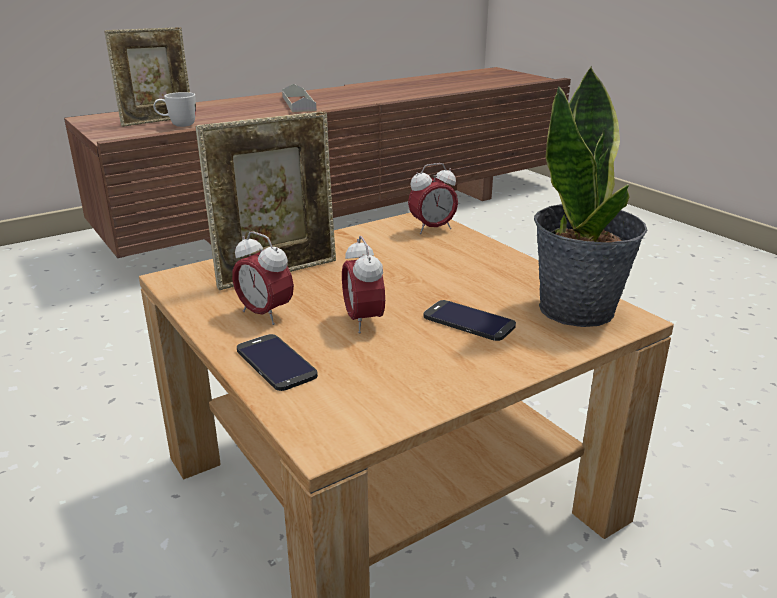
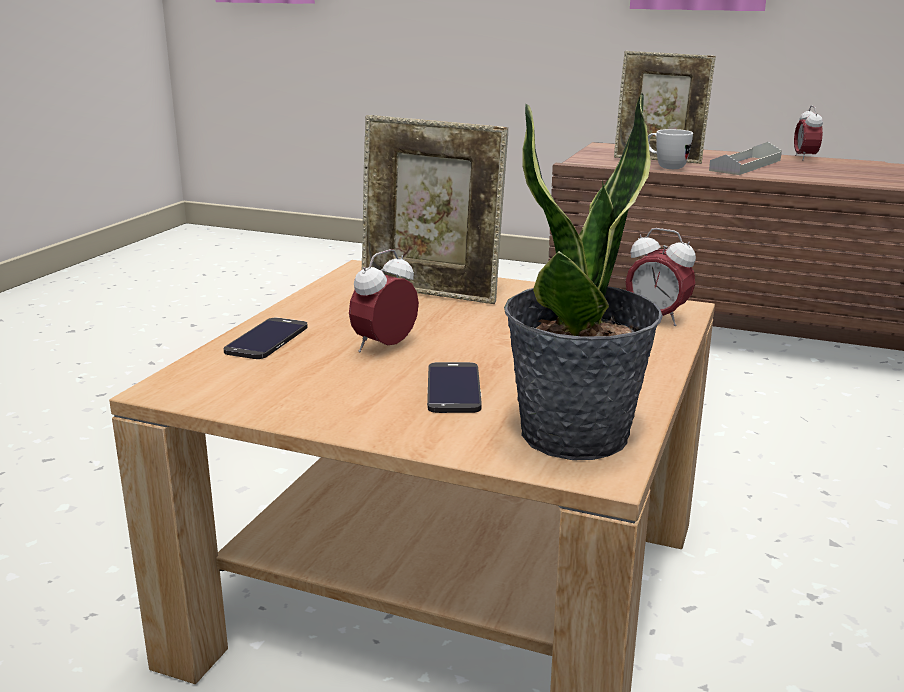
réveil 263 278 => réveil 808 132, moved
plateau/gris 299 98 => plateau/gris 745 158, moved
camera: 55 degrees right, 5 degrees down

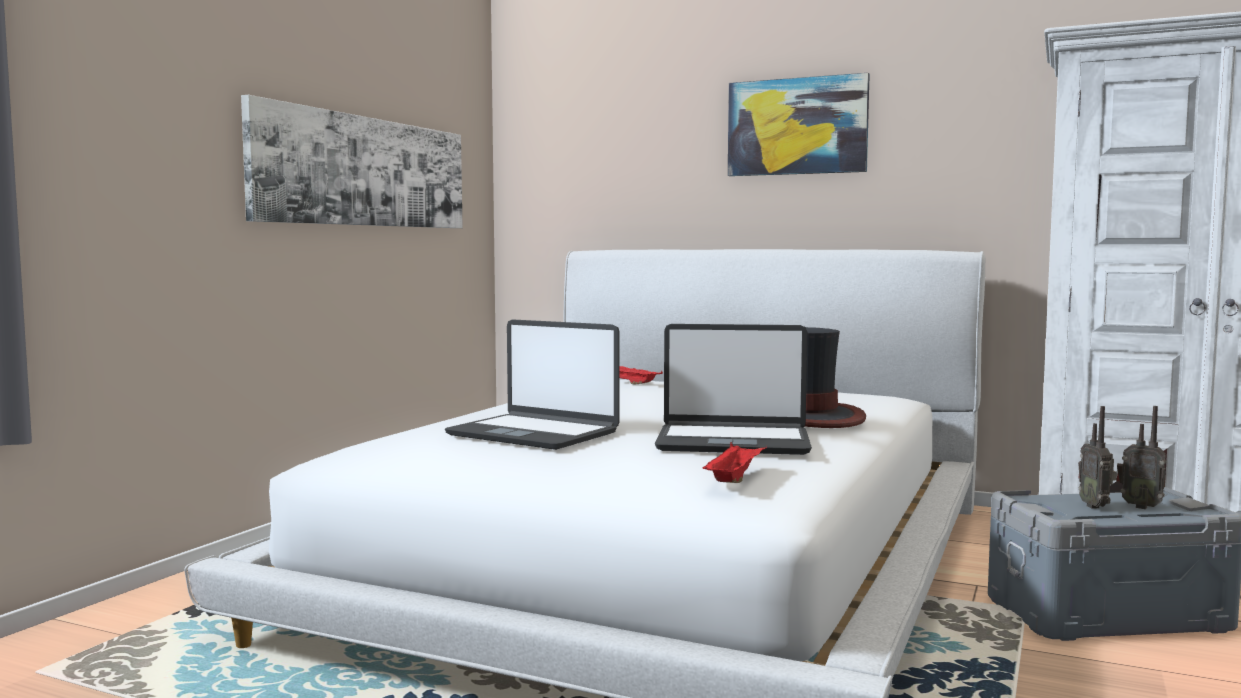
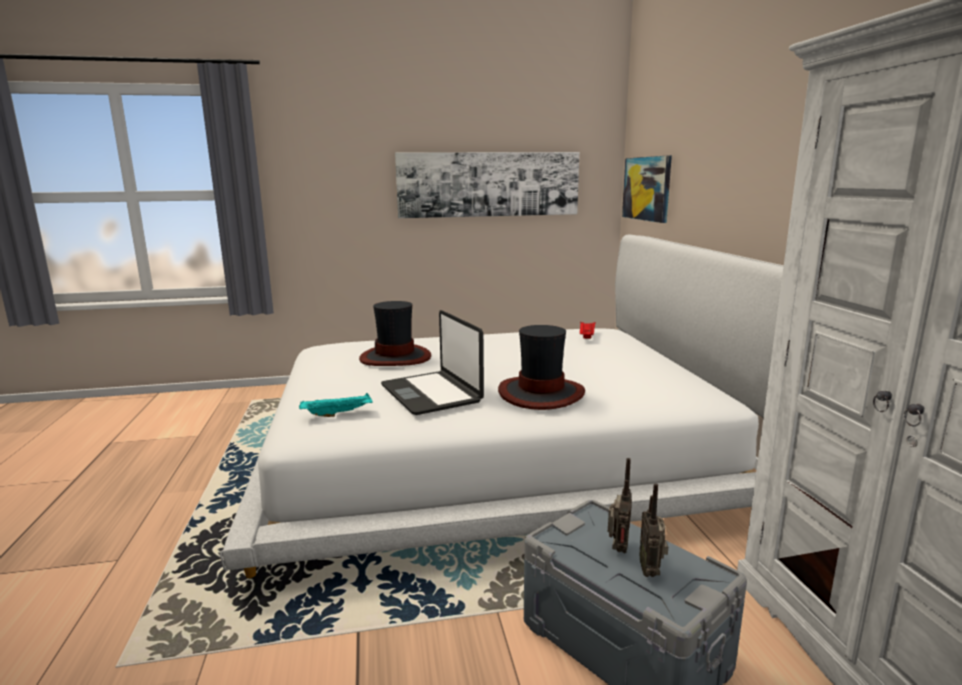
ordinateur portable 532 384 => chapeau 395 333
plateau/rouge 734 462 => plateau/turquoise 336 405
tableau 799 124 => tableau 647 189, moved
radio 1097 457 => radio 620 505, 150 degrees clockwise
camera: 55 degrees right, 10 degrees up

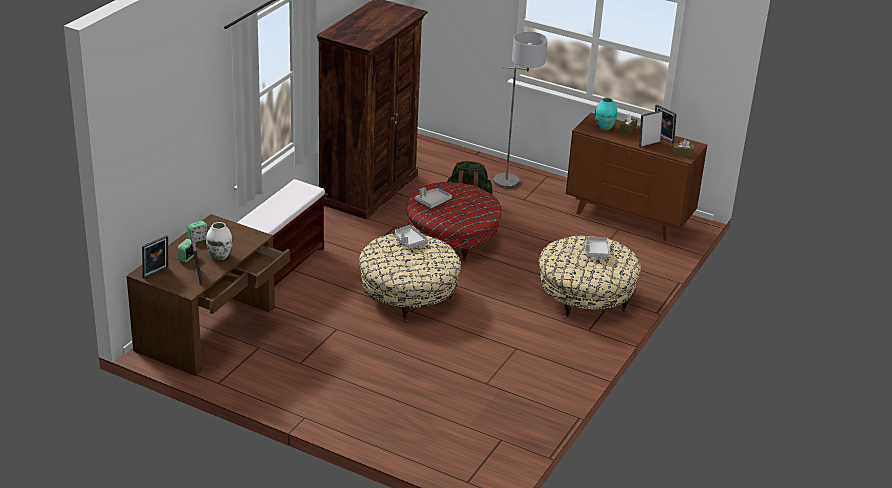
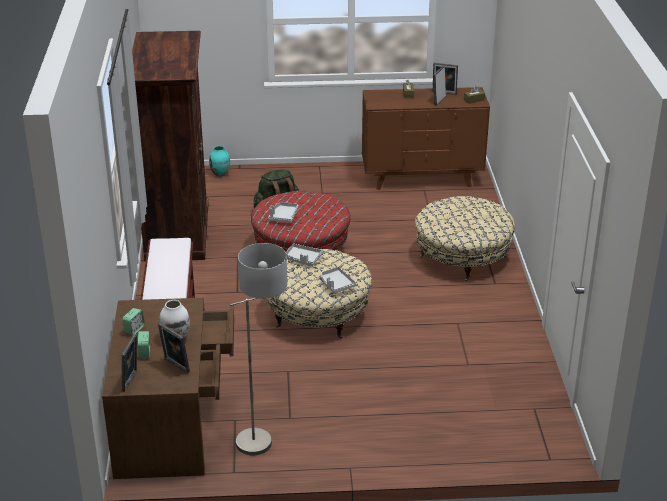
lampadaire/gris 520 110 => lampadaire/gris 258 349, moved
plateau/gris 597 247 => plateau/gris 339 280, moved
vase/turquoise 606 114 => vase/turquoise 219 161, moved
camera: 30 degrees left, 0 degrees up

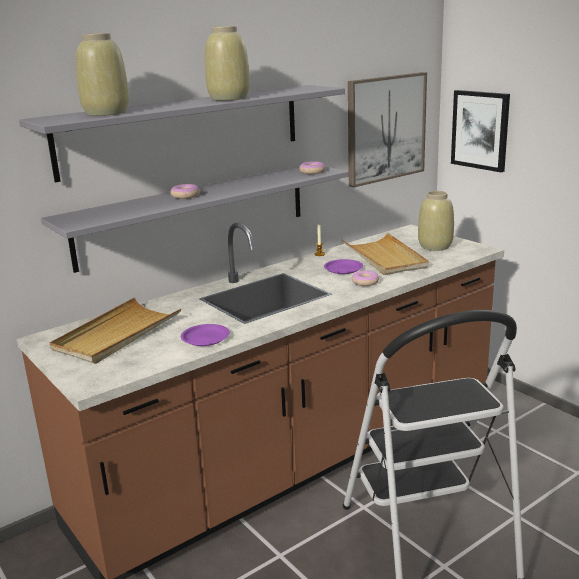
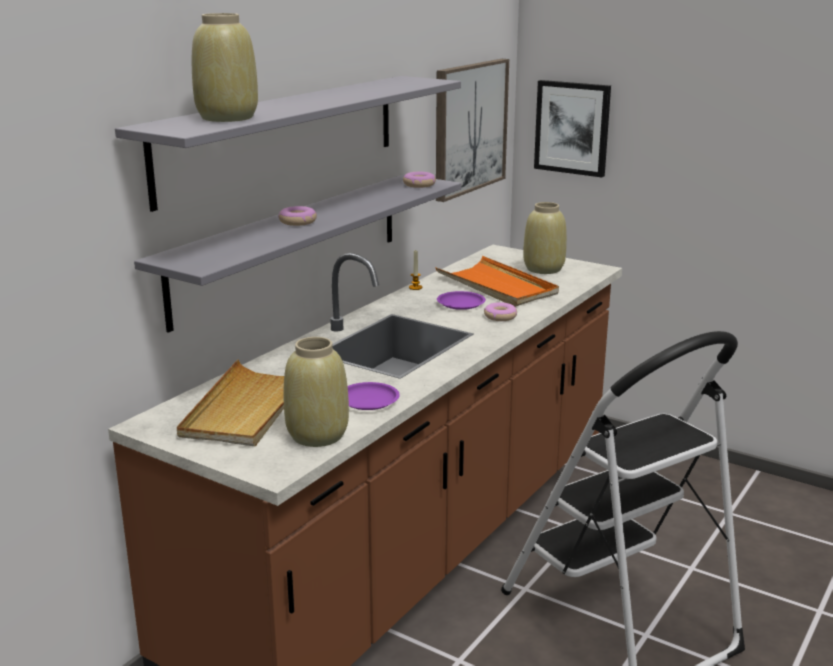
vase/beige 227 63 => vase/beige 316 392, moved
plateau/beige 385 254 => plateau/orange 497 281
camera: 20 degrees left, 0 degrees up

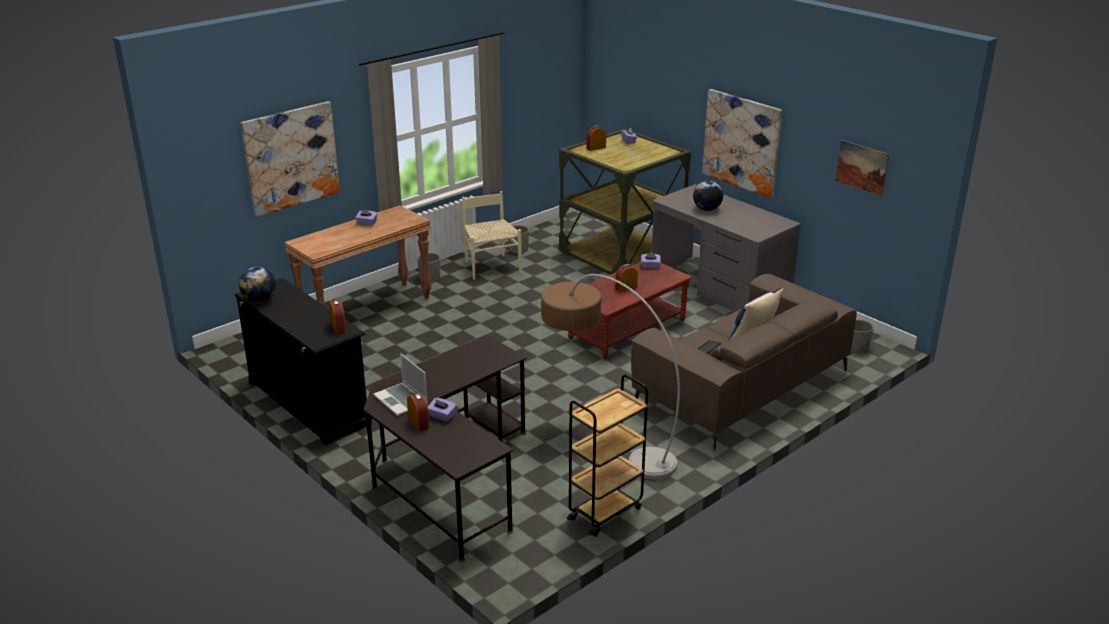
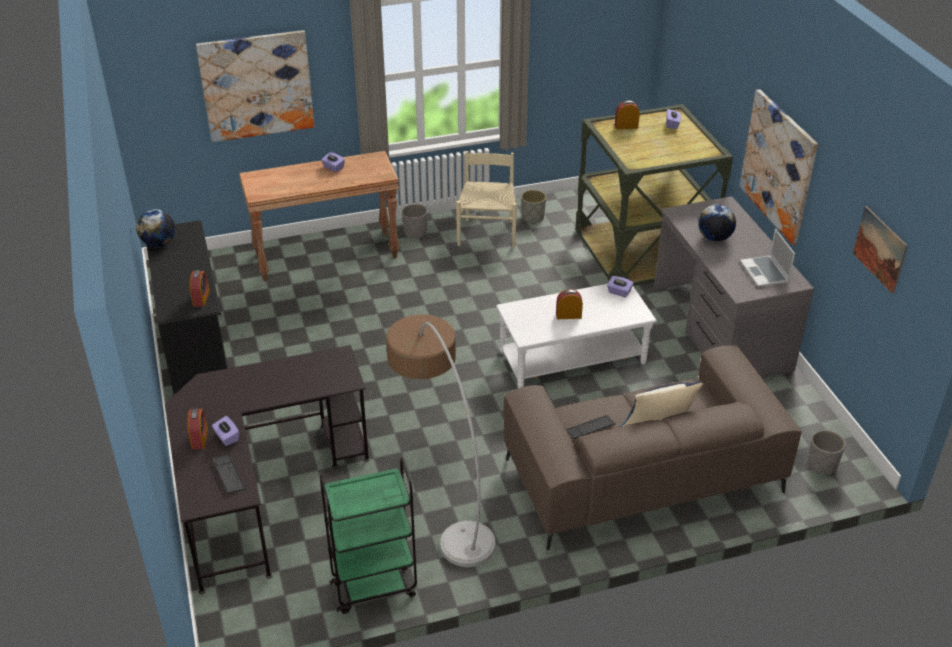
ordinateur portable 400 384 => ordinateur portable 767 258, moved
chariot/marron 607 456 => chariot/vert 368 536
table basse/marron 630 310 => table basse/blanc 576 336
nothing => clavier 228 474
camera: 25 degrees right, 10 degrees up

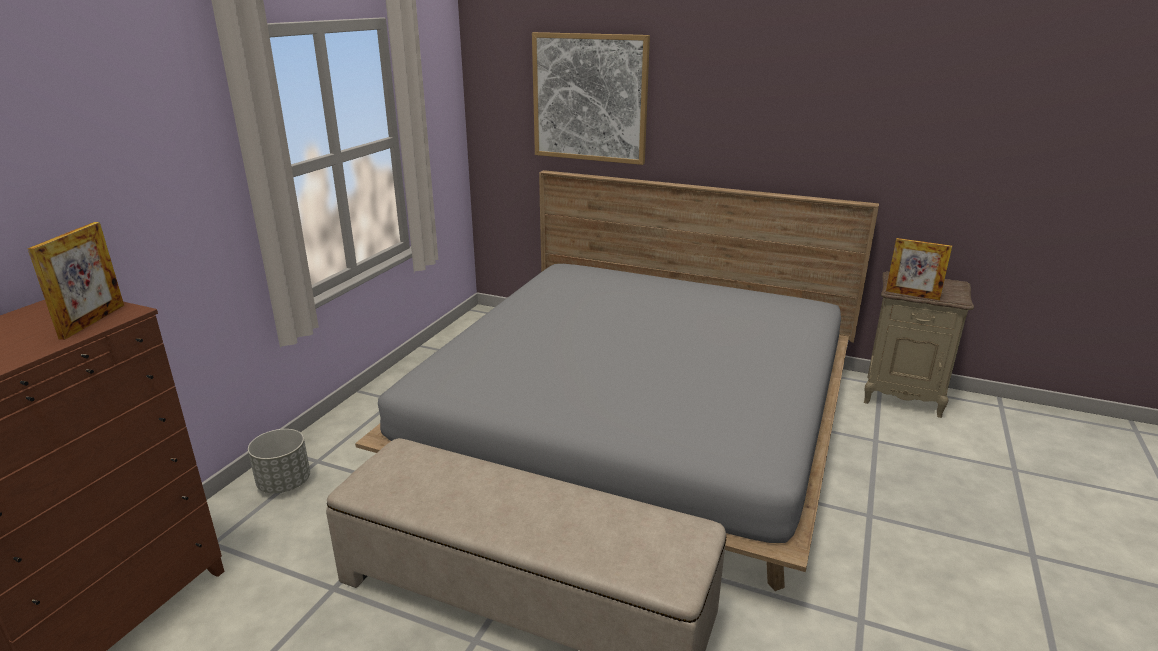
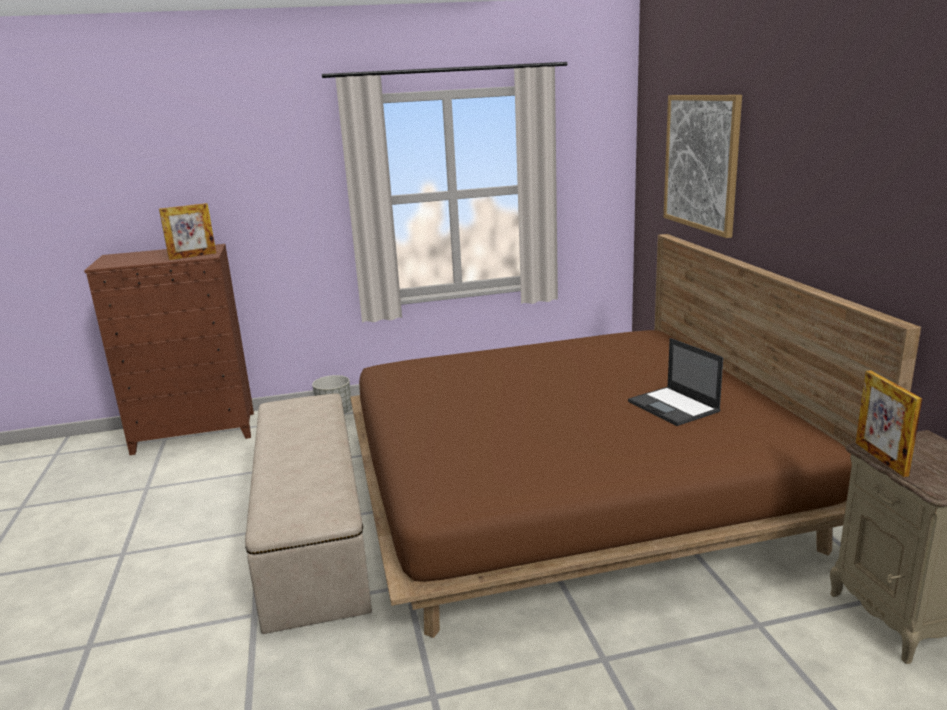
lit/gris 617 380 => lit/marron 635 436
nothing => ordinateur portable 675 382
camera: 55 degrees right, 5 degrees down

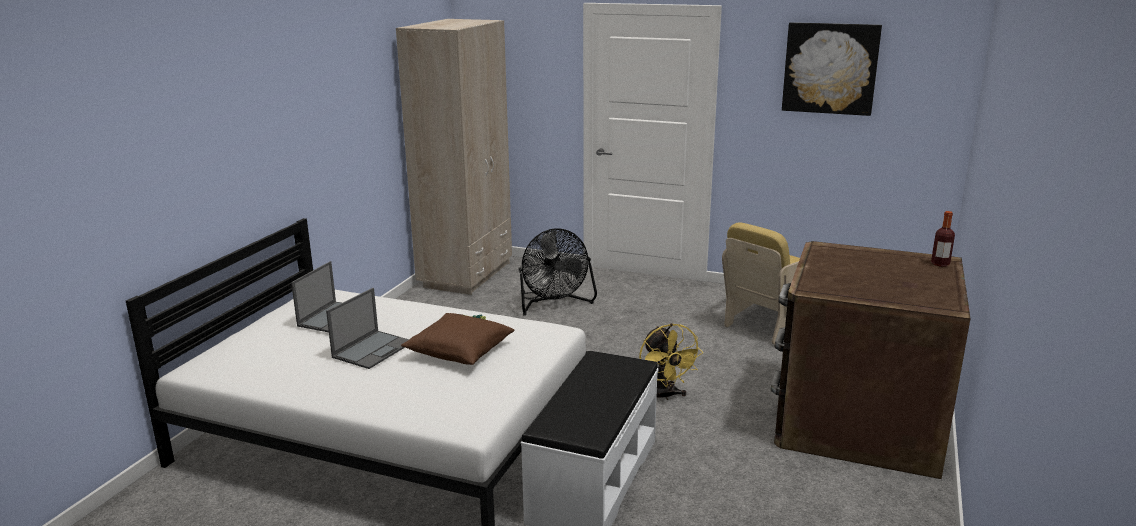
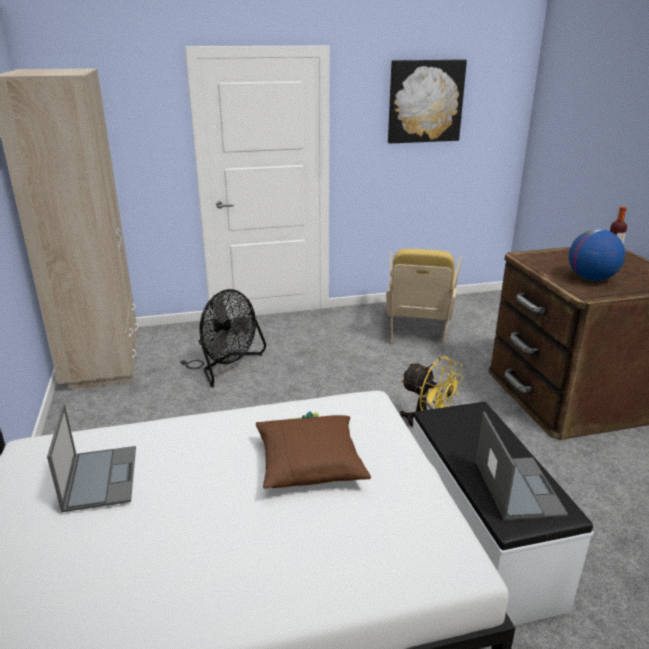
ordinateur portable 367 328 => ordinateur portable 522 466, moved
nothing => globe 597 255
camera: 35 degrees left, 5 degrees up

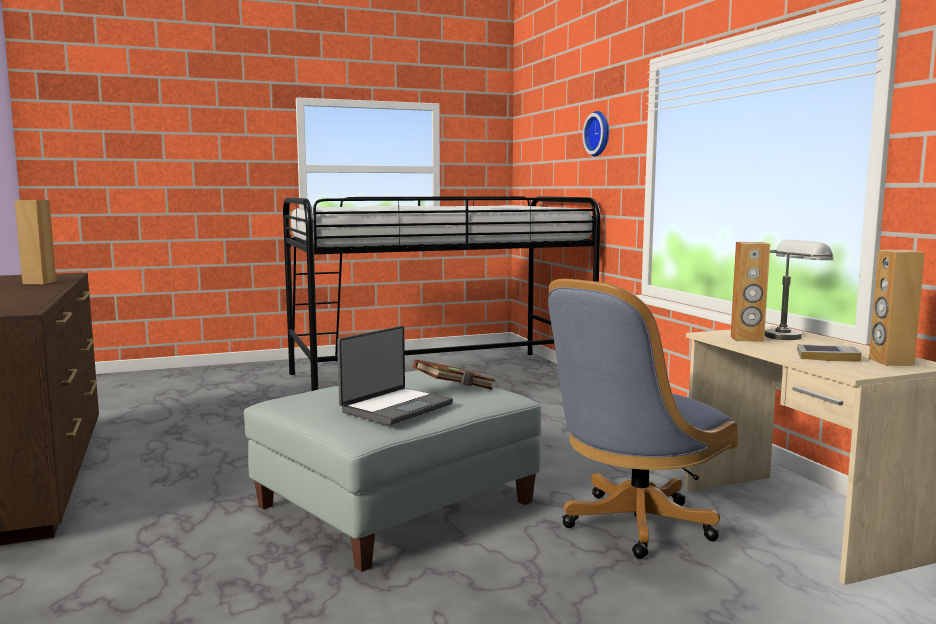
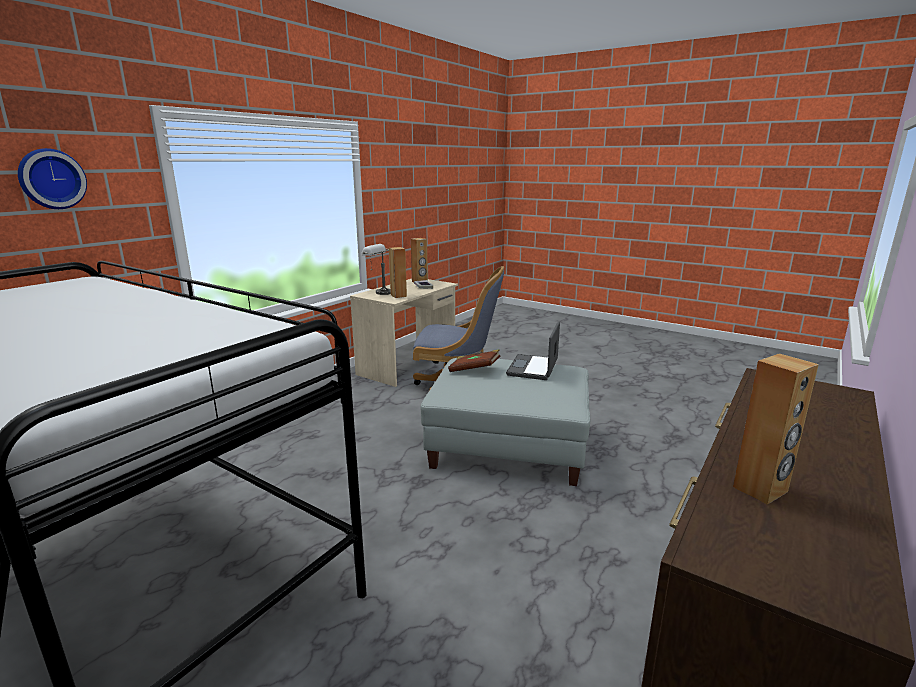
ordinateur portable 395 375 => ordinateur portable 533 351, 75 degrees counterclockwise
camera: 125 degrees left, 10 degrees up

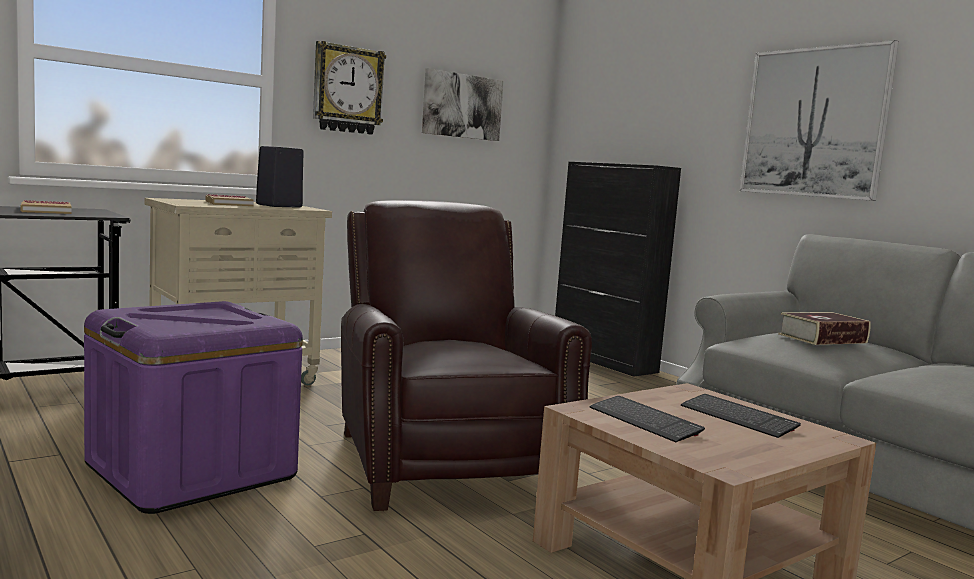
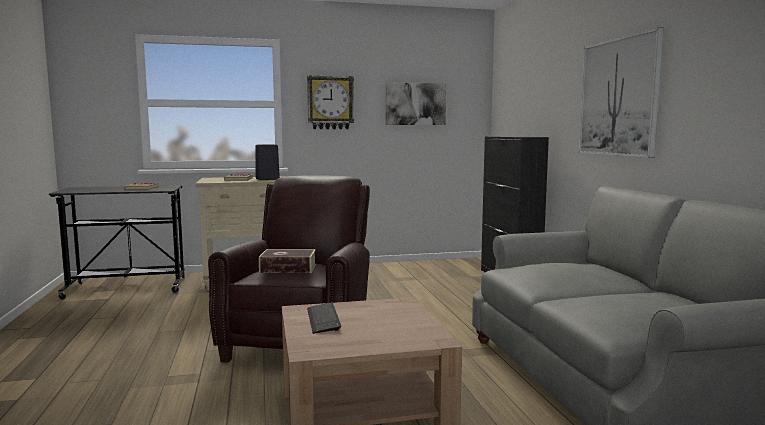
boîte de rangement/violet 193 407 => nothing
clavier 741 416 => nothing
livre 824 328 => livre 287 261, moved
camera: 25 degrees right, 0 degrees up

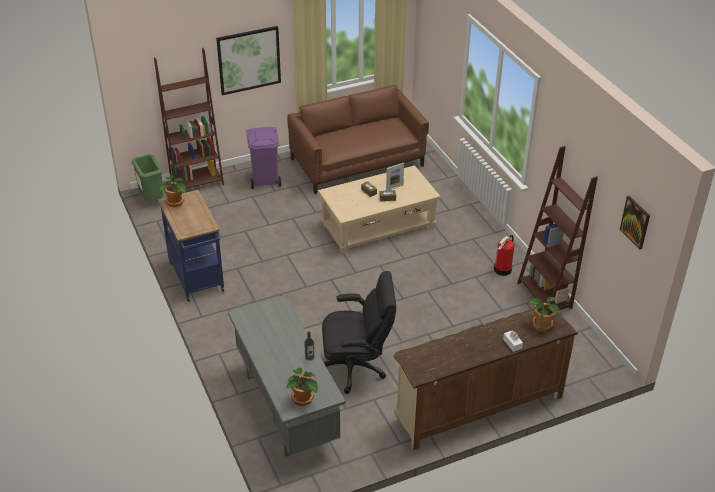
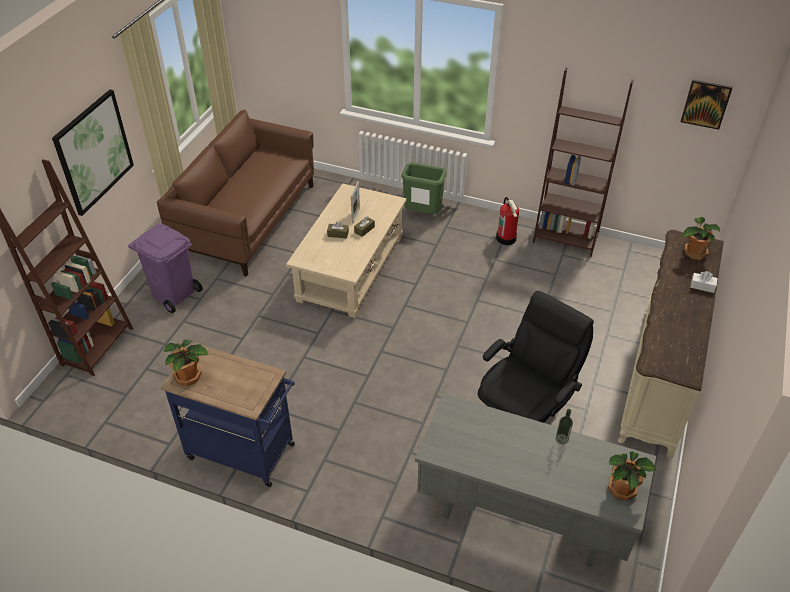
poubelle/vert 147 178 => poubelle/vert 424 188, moved
camera: 45 degrees left, 5 degrees up

